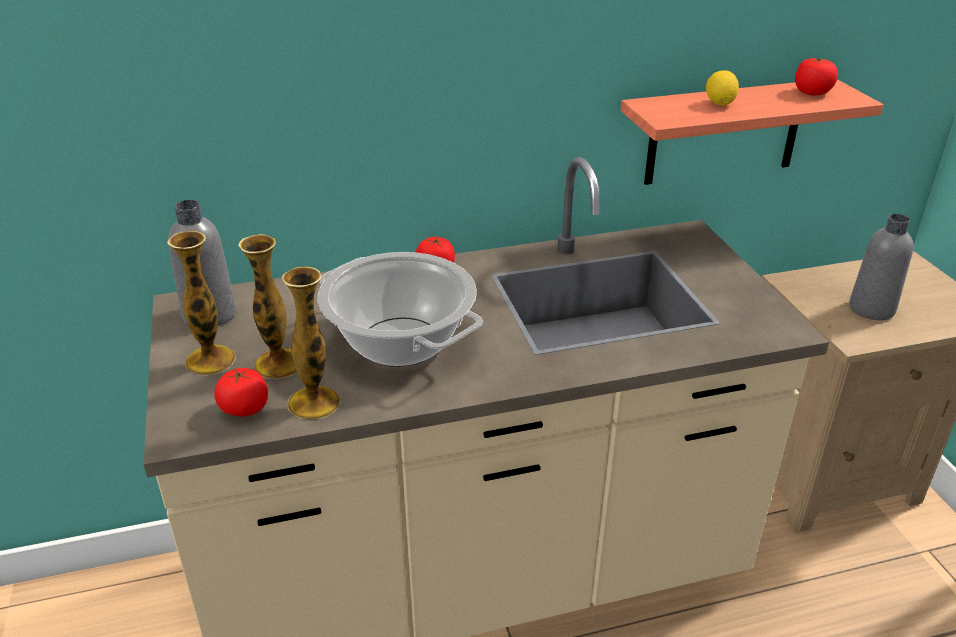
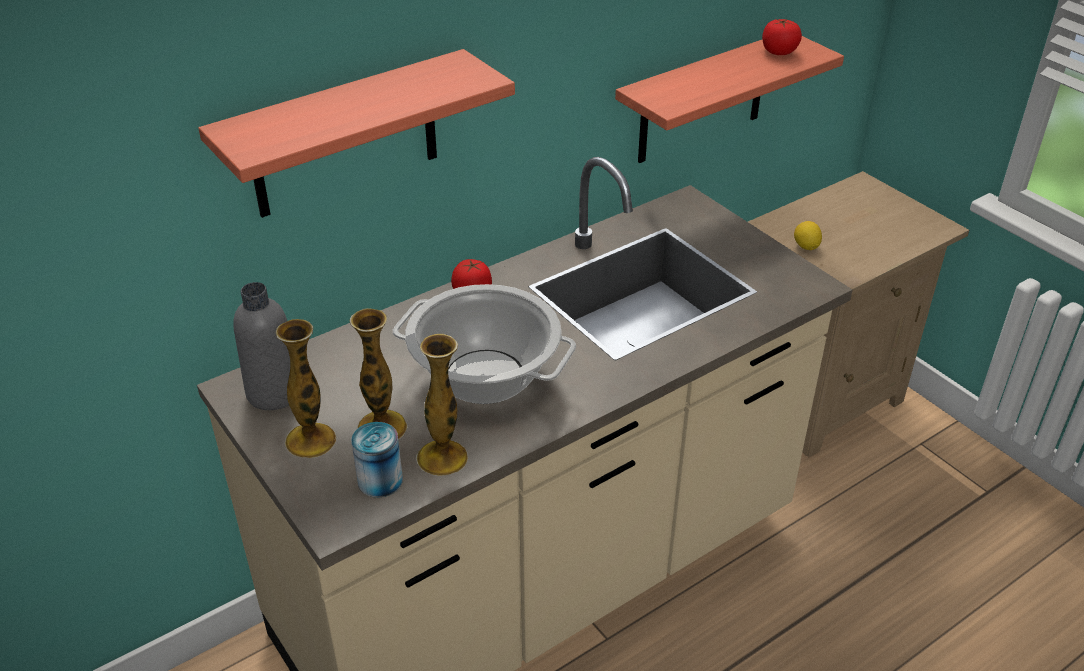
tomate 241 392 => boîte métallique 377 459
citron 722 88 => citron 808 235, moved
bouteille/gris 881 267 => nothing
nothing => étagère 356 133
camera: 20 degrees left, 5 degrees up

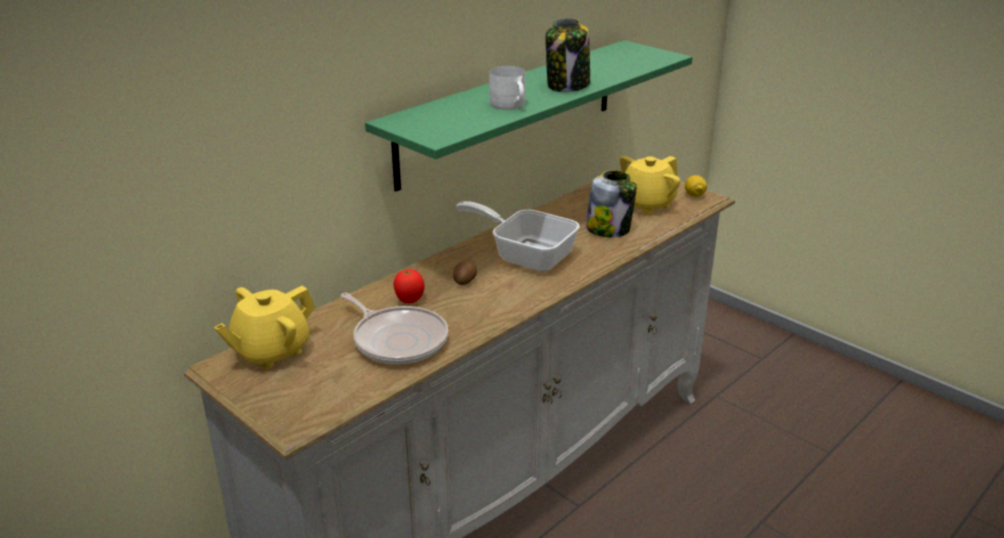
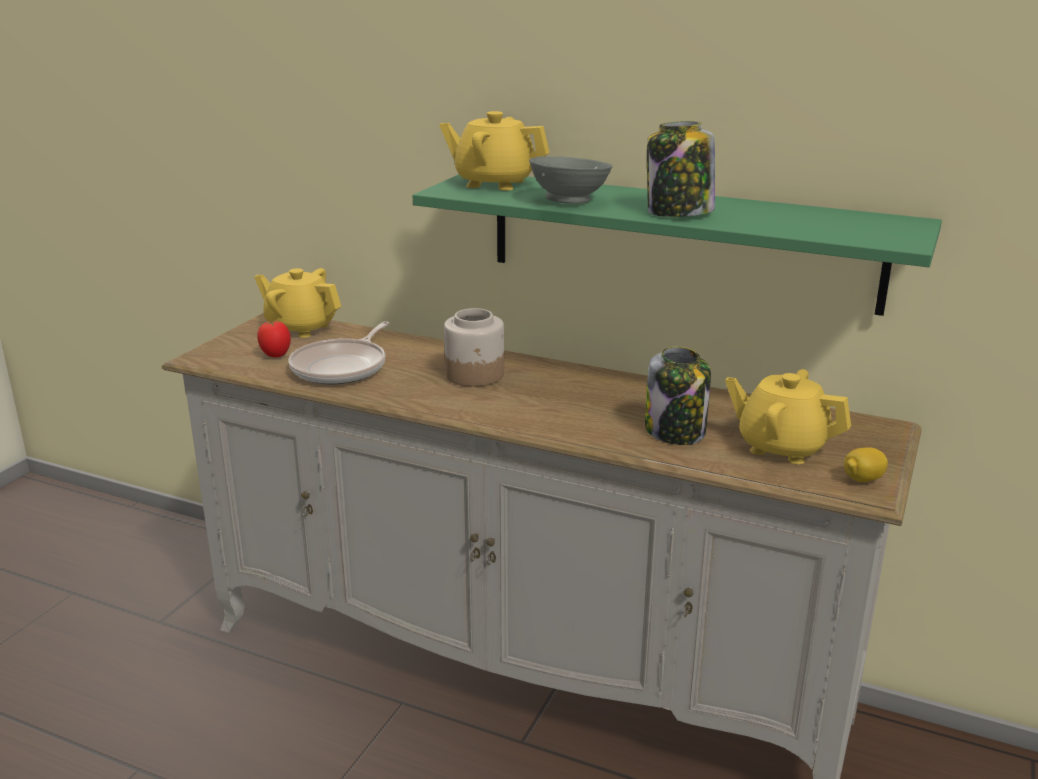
tomate 408 286 => tomate 274 339, moved
pomme de terre 465 272 => bocal 474 347
poêle 518 236 => nothing
mug/blanc 507 88 => bol/gris 571 180
nothing => théière/jaune 494 151
camera: 70 degrees right, 5 degrees down

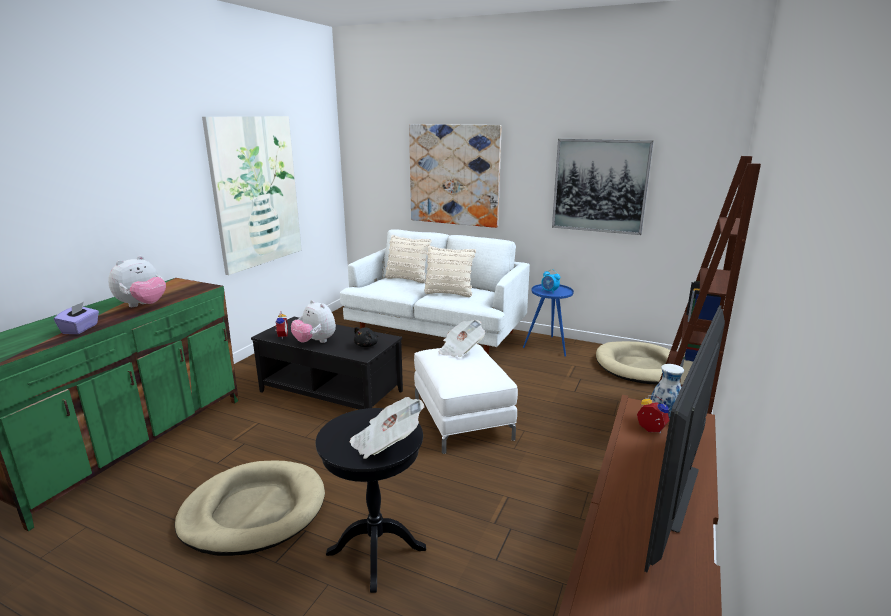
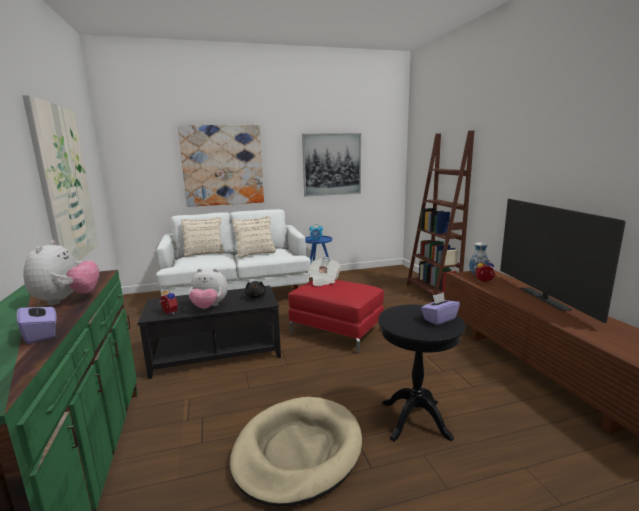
journal 387 428 => boîte à mouchoirs/violet 440 308
pouf/blanc 466 399 => pouf/rouge 336 316
panier pour chien/beige 633 362 => nothing
camera: 40 degrees left, 5 degrees down

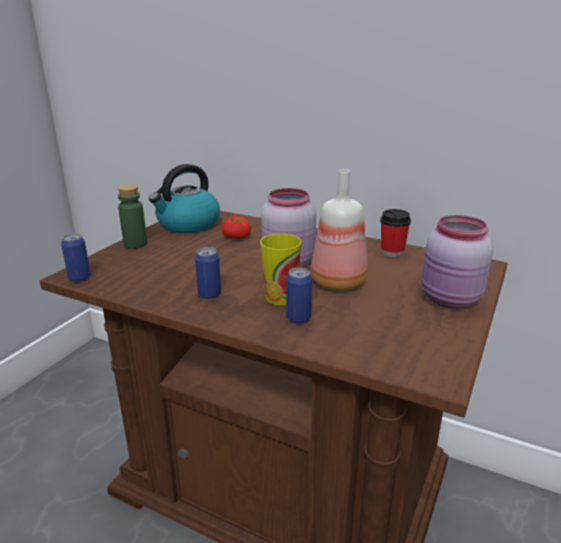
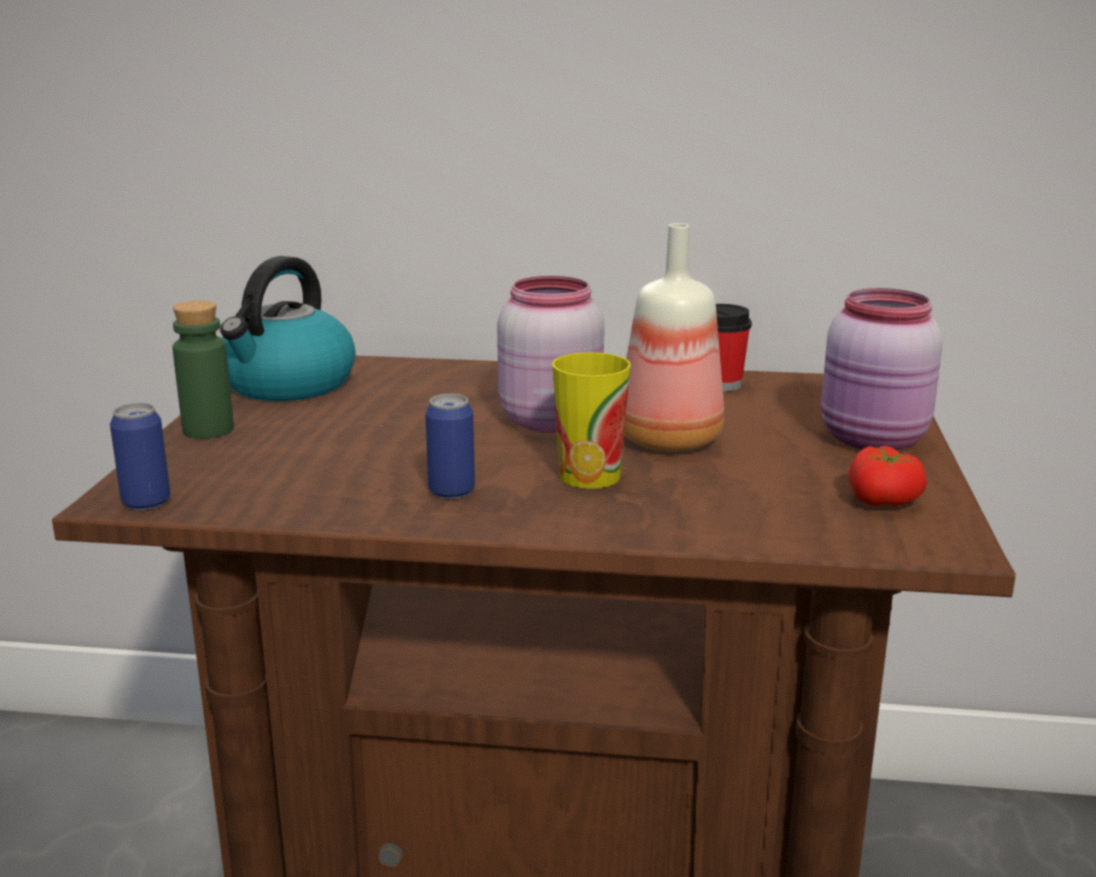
tomate 236 227 => tomate 888 476, moved
boîte métallique 299 295 => nothing
camera: 20 degrees left, 5 degrees down

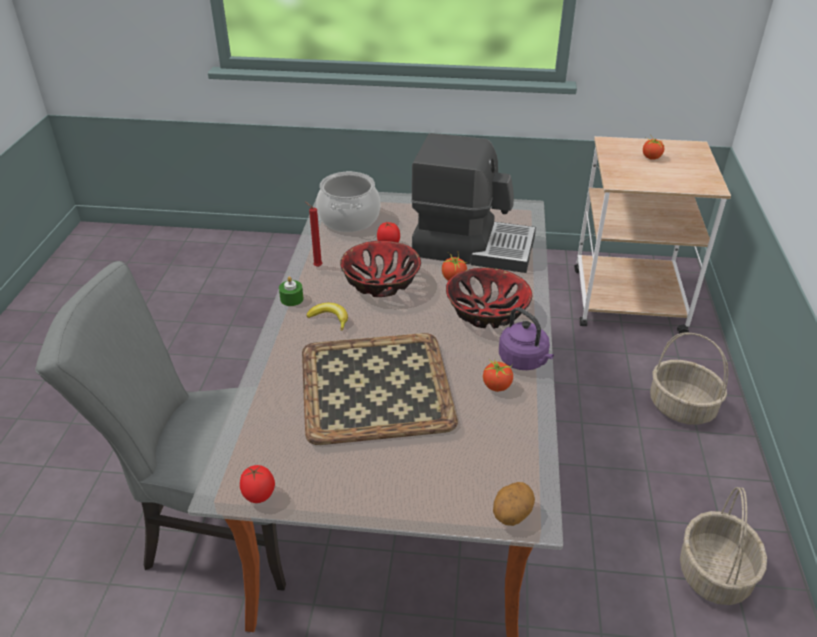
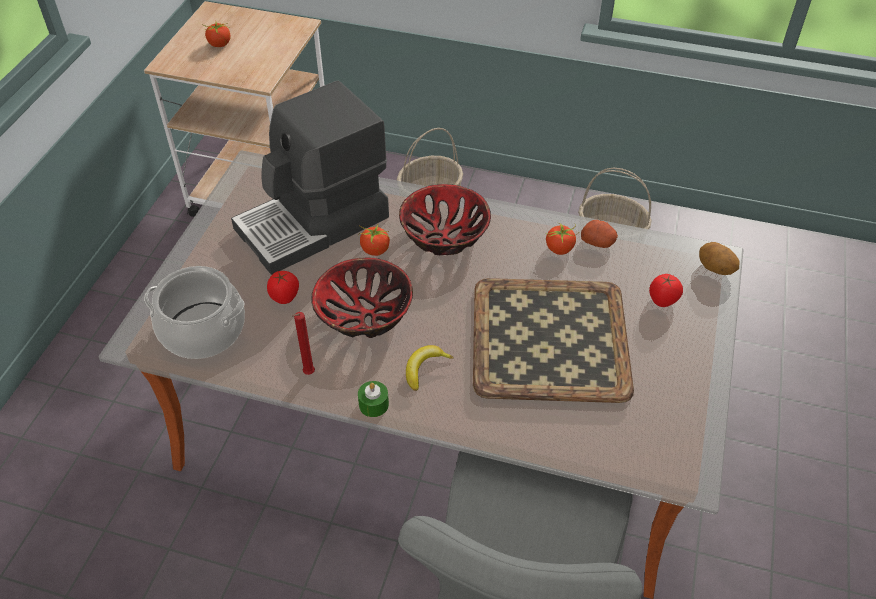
tomate 257 484 => tomate 666 290, moved
machine à café 473 203 => machine à café 310 178, 150 degrees counterclockwise
bouilloire/violet 526 338 => nothing
nothing => pomme de terre 599 234
camera: 80 degrees left, 10 degrees up

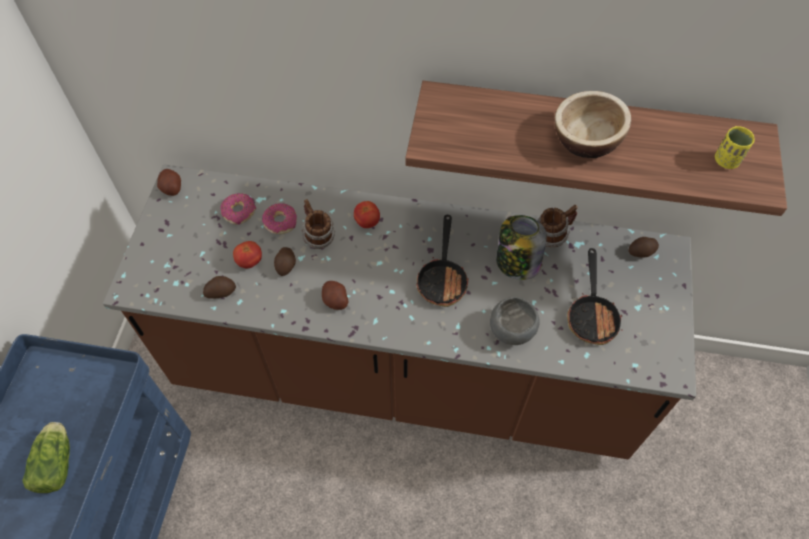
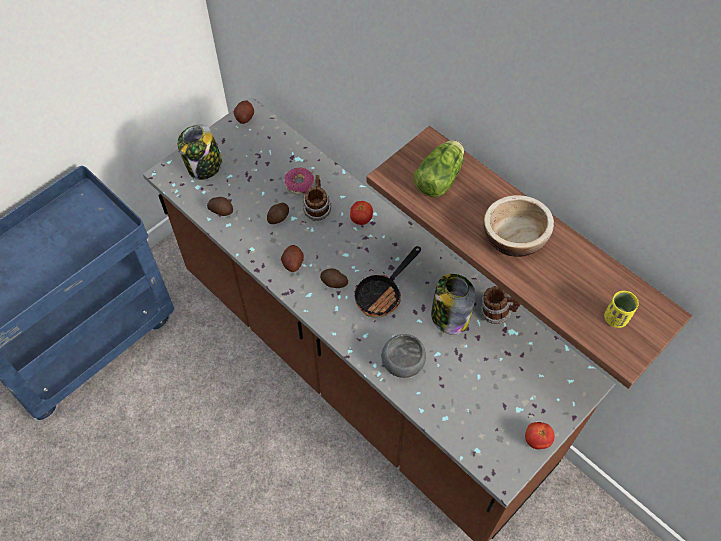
laitue 46 457 => laitue 439 168, moved
beignet 238 209 => nothing
tomate 247 254 => tomate 540 435, moved
poêle 595 296 => nothing
pomme de terre 643 247 => pomme de terre 334 278, moved
nothing => bocal 199 152
camera: 35 degrees right, 0 degrees up

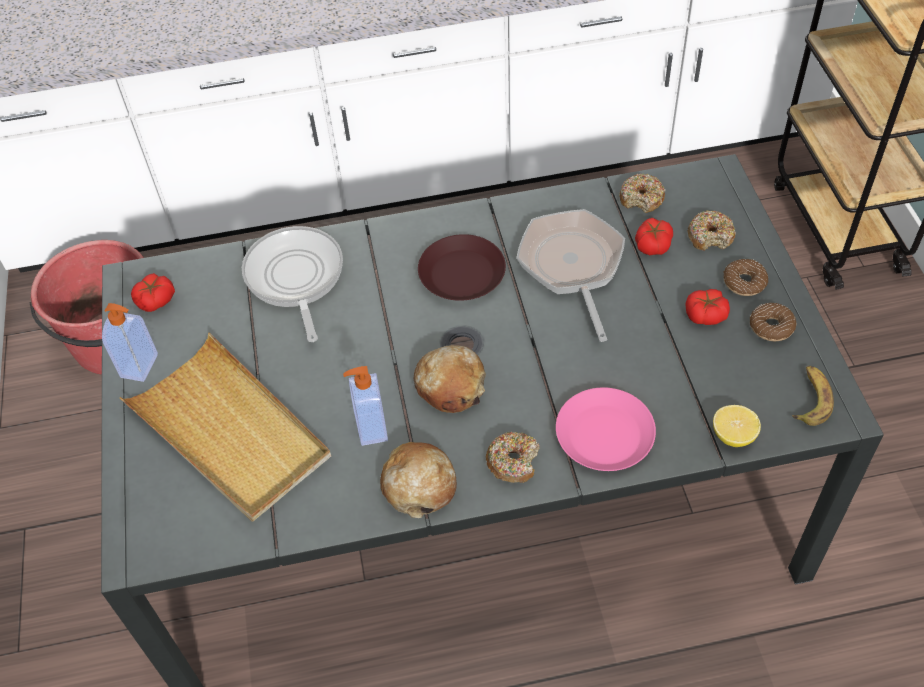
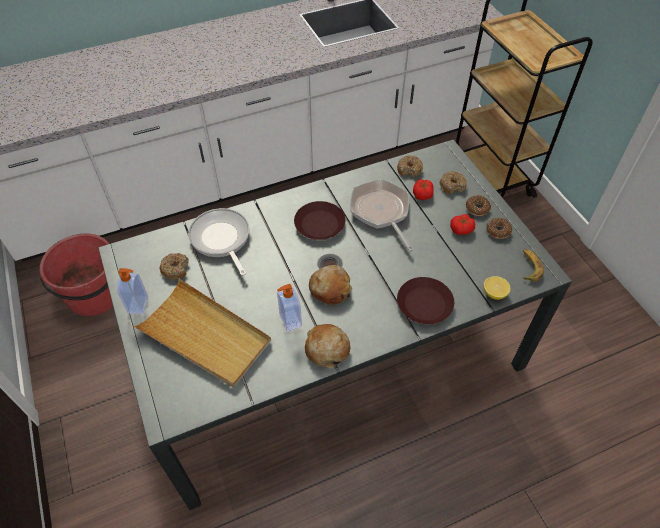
tomate 153 292 => nothing
beignet 513 457 => beignet 174 266, moved
assiette/rose 606 429 => assiette/marron 425 300
camera: 15 degrees left, 0 degrees up

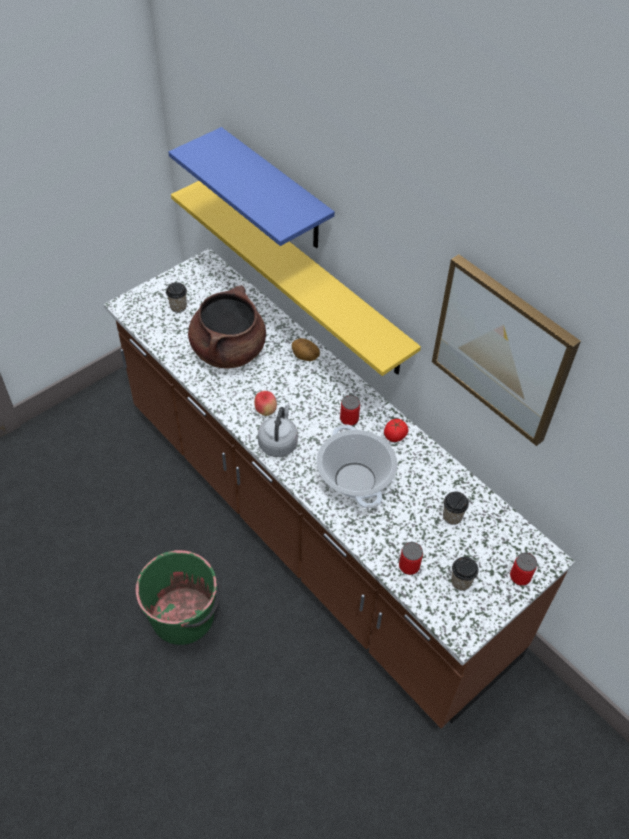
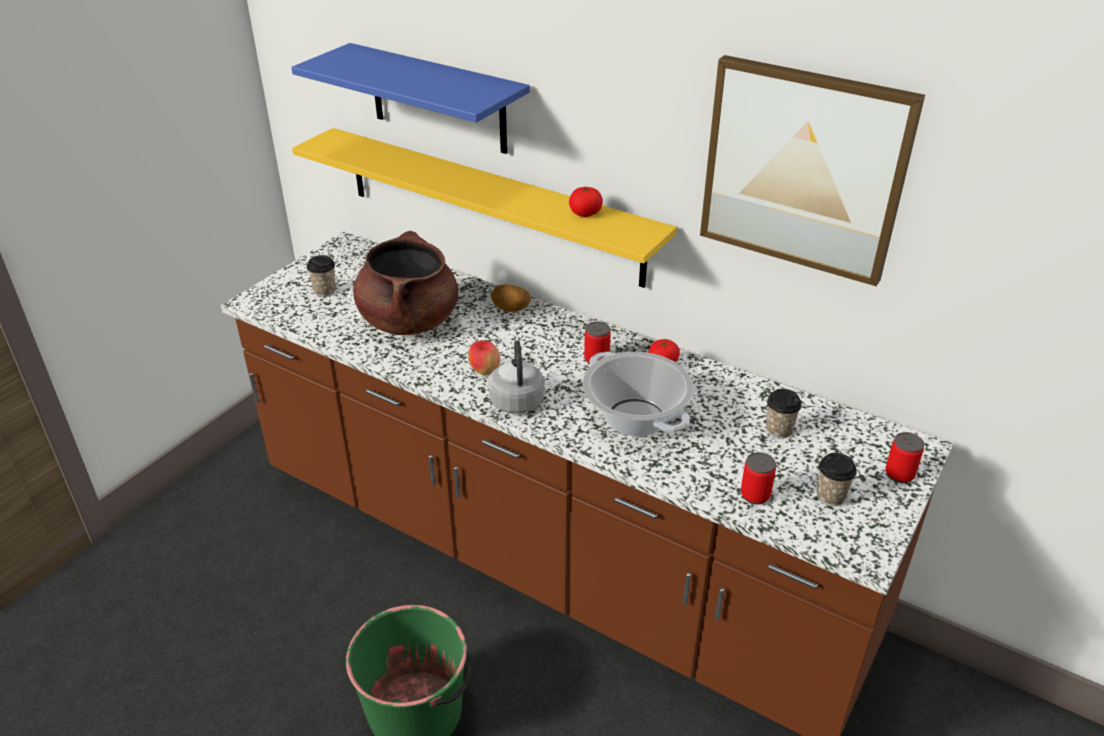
nothing => tomate 586 202
camera: 15 degrees left, 15 degrees down

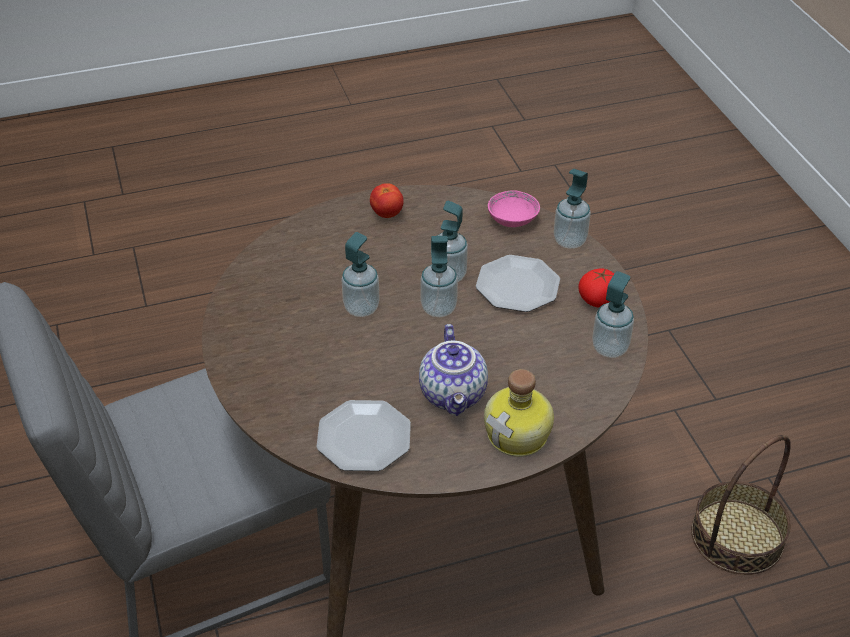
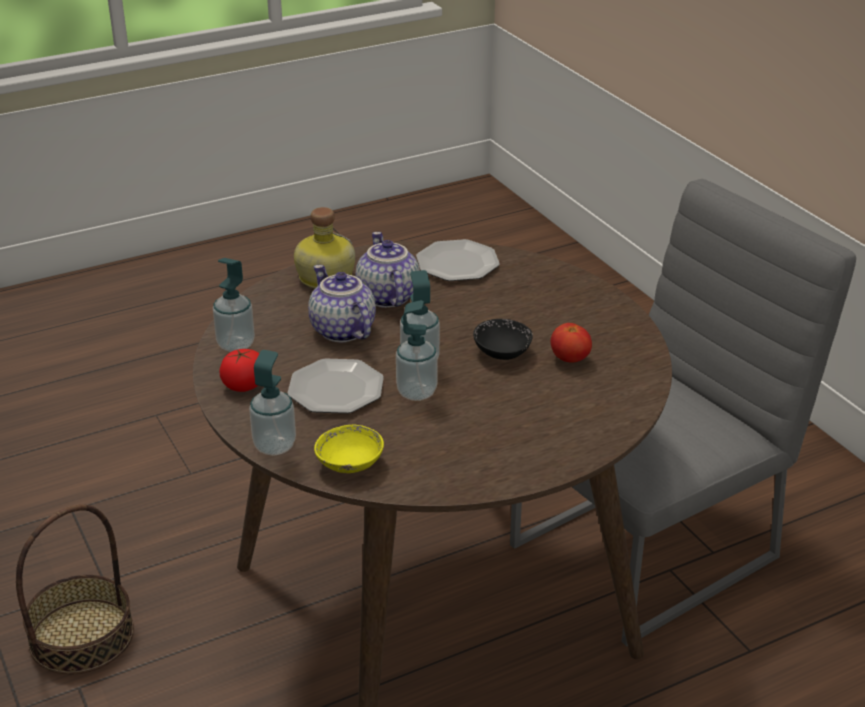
distributeur de savon 360 274 => bol/noir 503 339
tomate 387 200 => tomate 571 343, moved
bol/rose 514 209 => bol/jaune 349 449
nothing => théière 342 303
camera: 170 degrees right, 10 degrees down

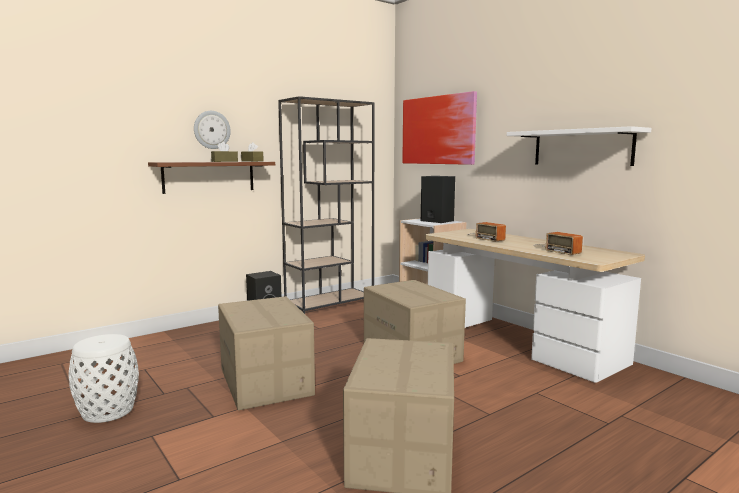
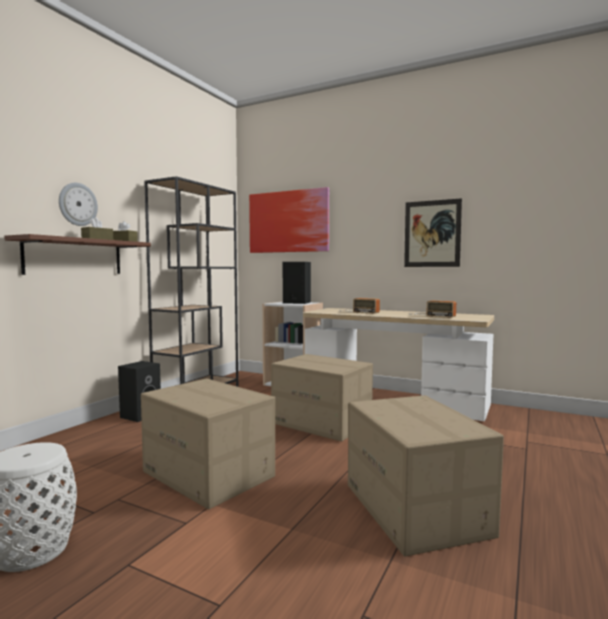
étagère/blanc 579 146 => tableau 433 232
camera: 25 degrees left, 5 degrees down

